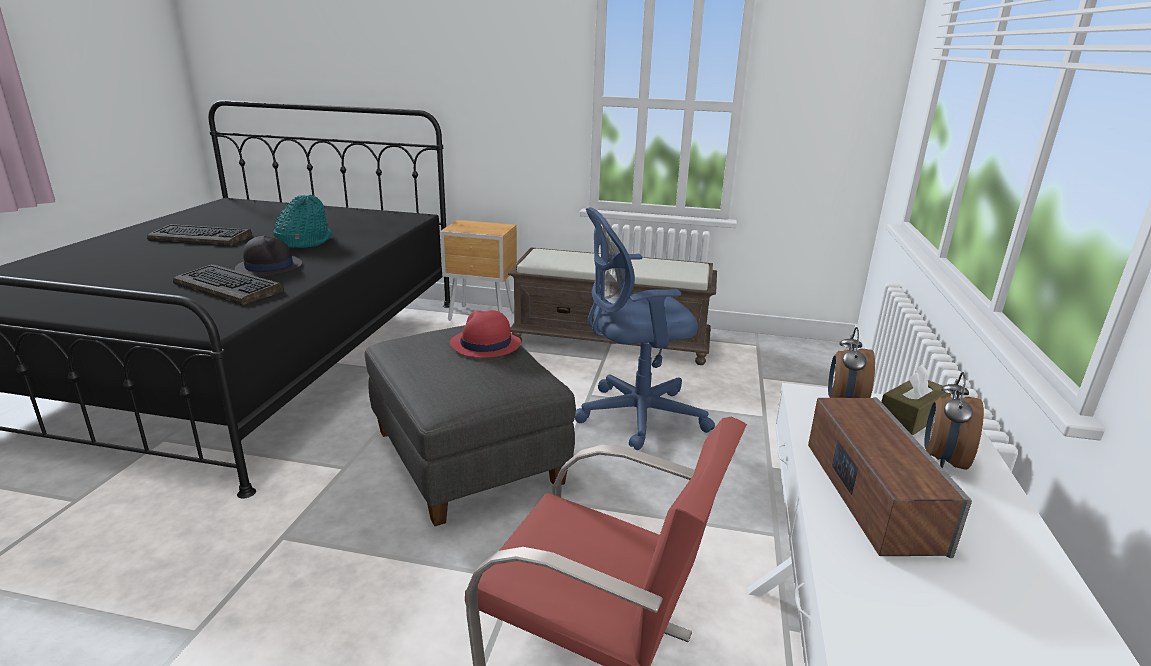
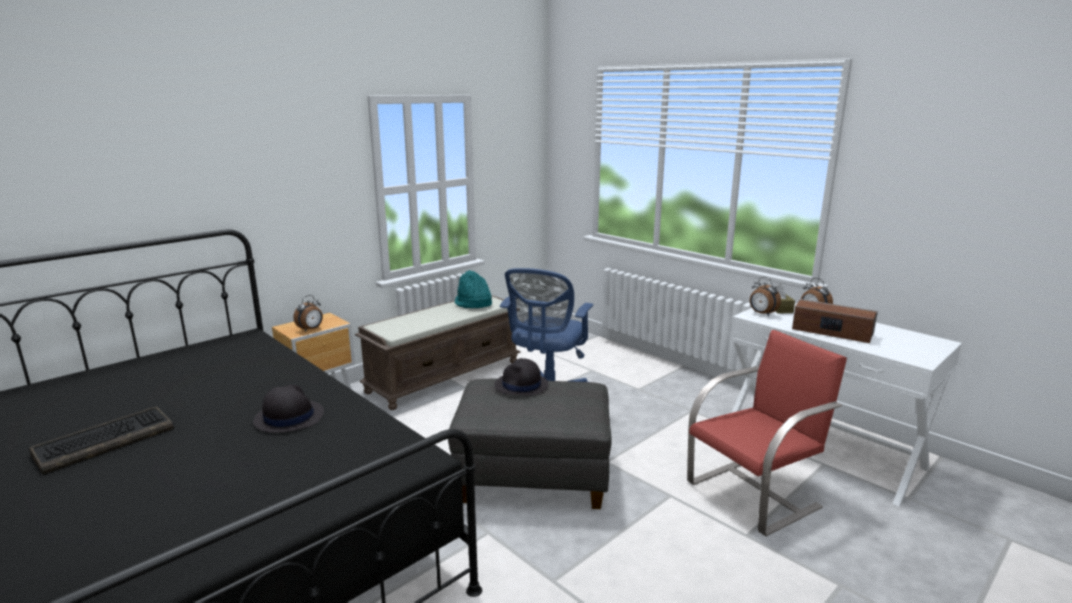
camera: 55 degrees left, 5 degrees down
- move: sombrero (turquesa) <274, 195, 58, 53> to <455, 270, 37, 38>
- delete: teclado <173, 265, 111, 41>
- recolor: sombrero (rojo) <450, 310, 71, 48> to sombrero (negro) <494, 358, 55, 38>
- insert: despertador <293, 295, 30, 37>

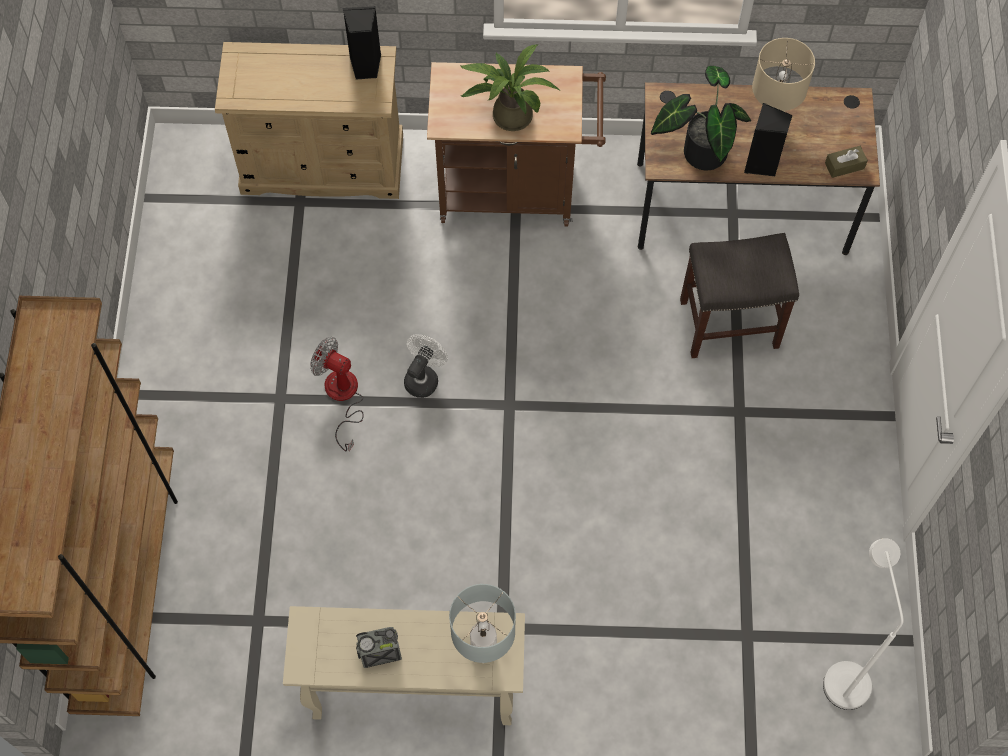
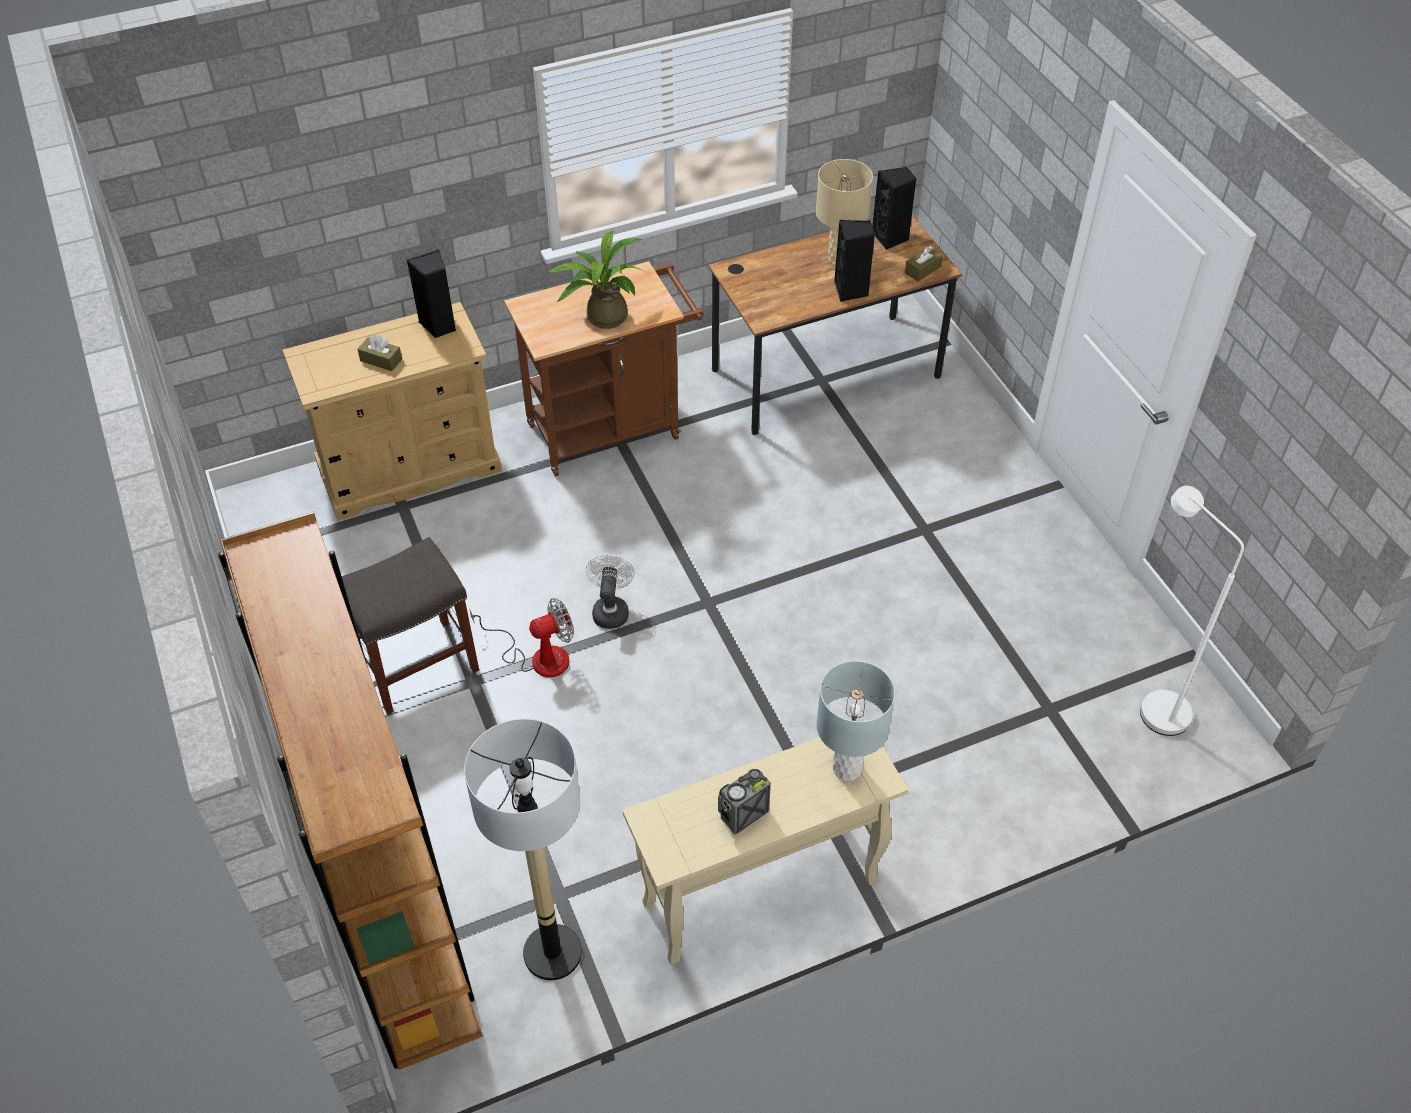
camera: 25 degrees left, 15 degrees down
- delete: planta en maceta <651, 66, 100, 104>
- move: taburete (gris) <680, 233, 119, 125> to <342, 537, 137, 177>
- rotate: ventilador <310, 337, 54, 115> = <469, 598, 105, 79> 150 degrees clockwise
- insert: altavoz (negro) <872, 167, 45, 83>
- insert: caja de pañuelos (marrón) <357, 335, 45, 36>
- insert: lámpara de pie <464, 719, 118, 261>

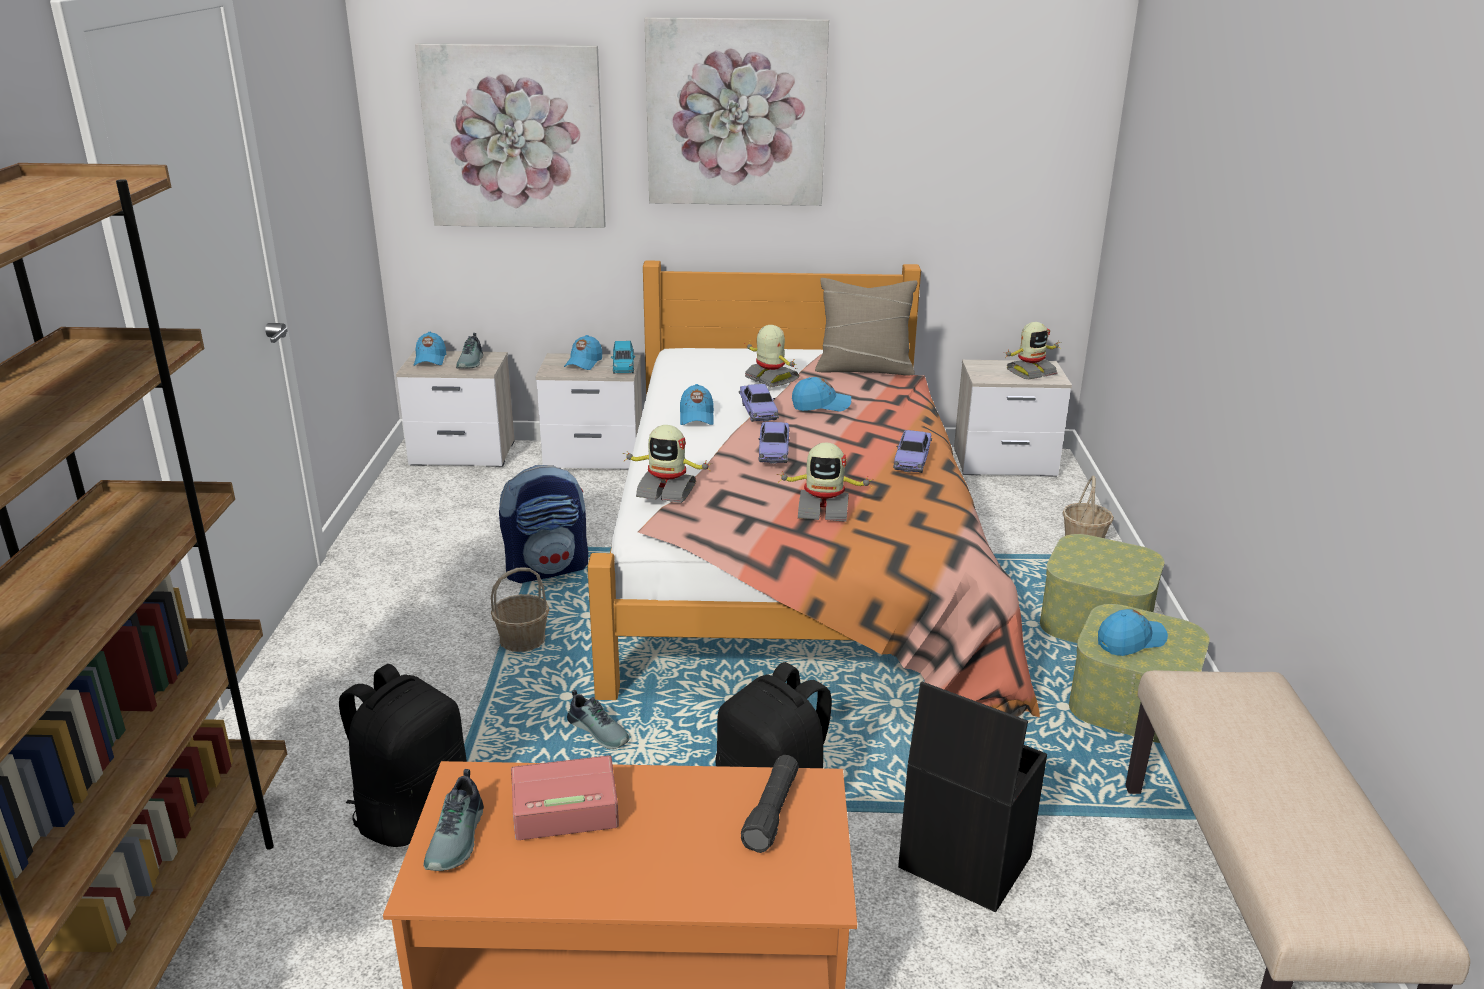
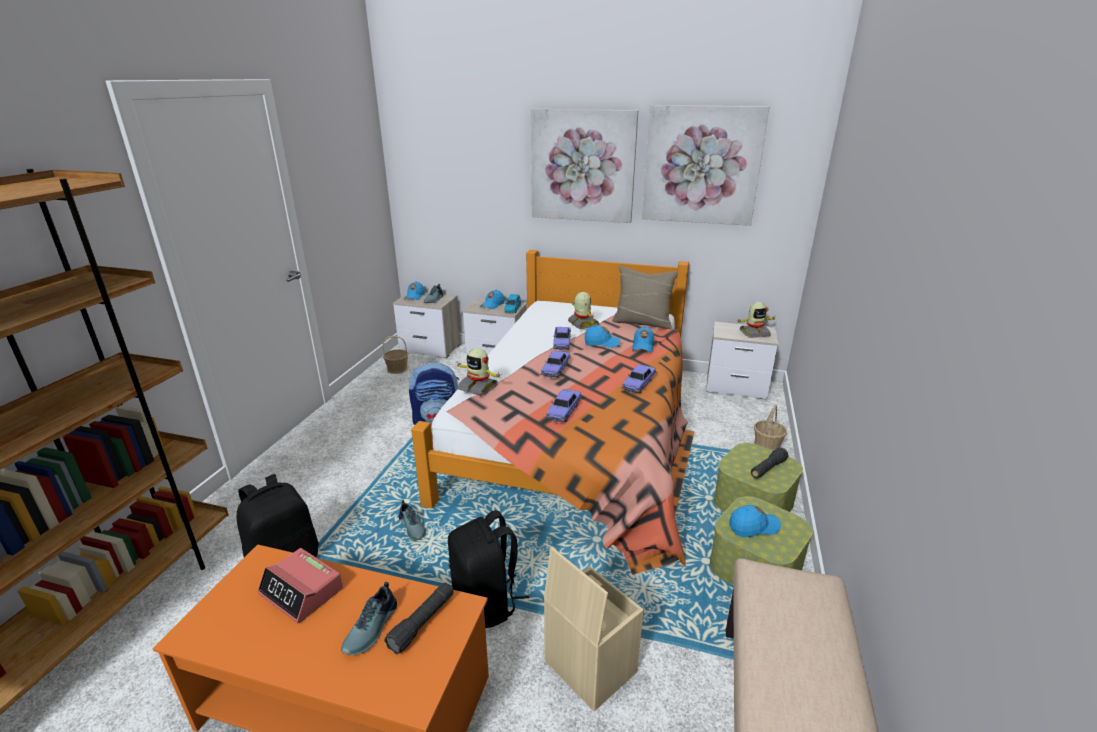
camera: 15 degrees right, 0 degrees up
- move: cuadro <415, 43, 191, 185> to <642, 105, 127, 121>
- move: gorra (azul) <680, 384, 34, 41> to <632, 326, 22, 26>
- replace: robot de juguete <777, 443, 97, 79> to coche de juguete <546, 389, 36, 33>
- move: cesta <491, 567, 59, 85> to <383, 336, 26, 38>
- recolor: caja de almacenaje (negro) <898, 681, 149, 231> to caja de almacenaje (beis) <544, 547, 100, 164>
- rotate: despertador <511, 755, 108, 85> = <258, 548, 85, 75> 150 degrees counterclockwise
- move: zapato <423, 769, 61, 102> to <341, 582, 56, 73>
- insert: linterna (negro) <751, 448, 37, 31>

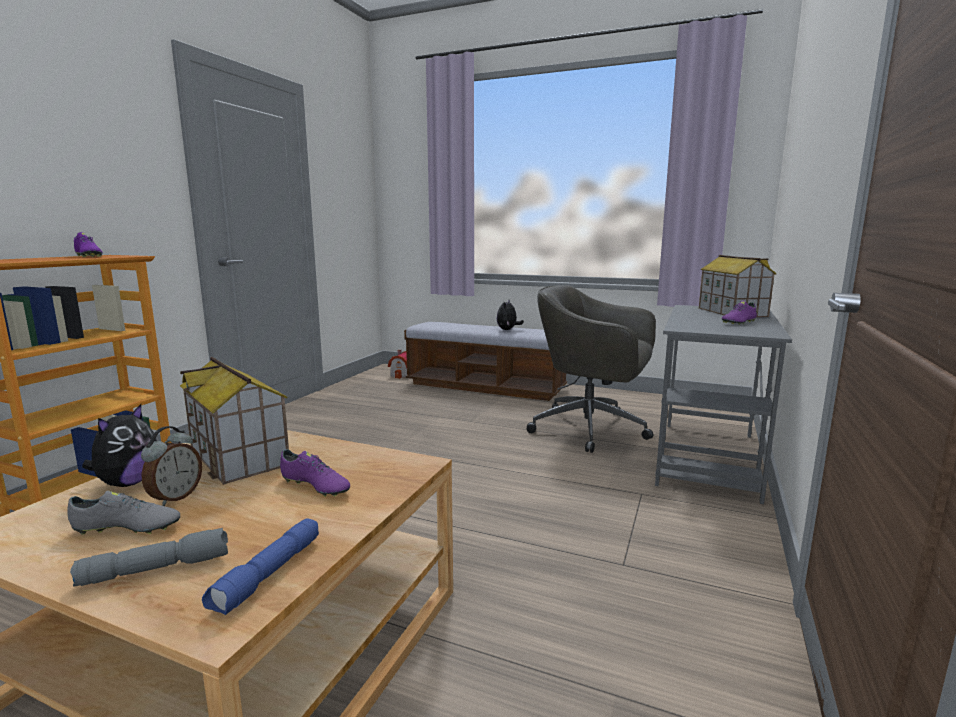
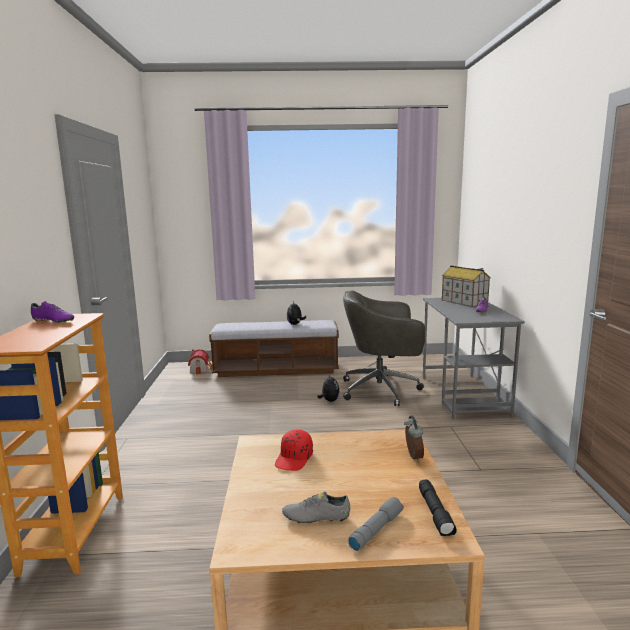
camera: 25 degrees left, 0 degrees up
- replace: casita <180, 357, 109, 128> to gorra (rojo) <275, 429, 38, 42>
- move: peluche <82, 404, 75, 83> to <317, 374, 22, 28>
- move: despertador <141, 426, 61, 80> to <404, 415, 20, 47>
- delete: zapato (morado) <280, 449, 70, 48>
- rotate: zapato (gris) <67, 491, 113, 44> = <282, 492, 68, 32> 150 degrees counterclockwise
- recolor: linterna (azul) <202, 518, 117, 97> to linterna (negro) <419, 480, 38, 56>

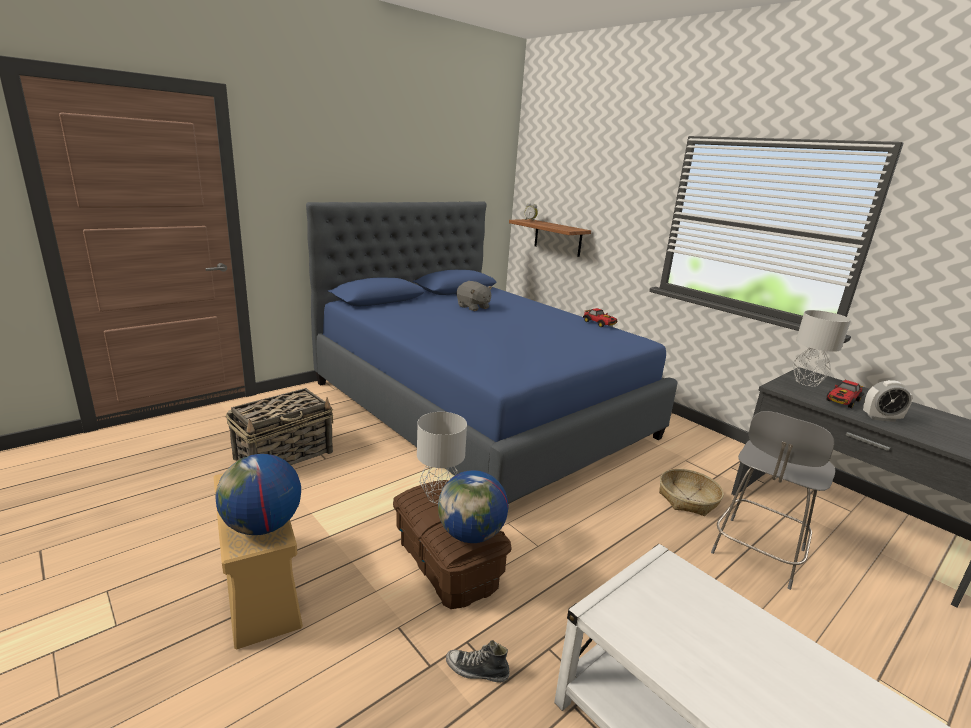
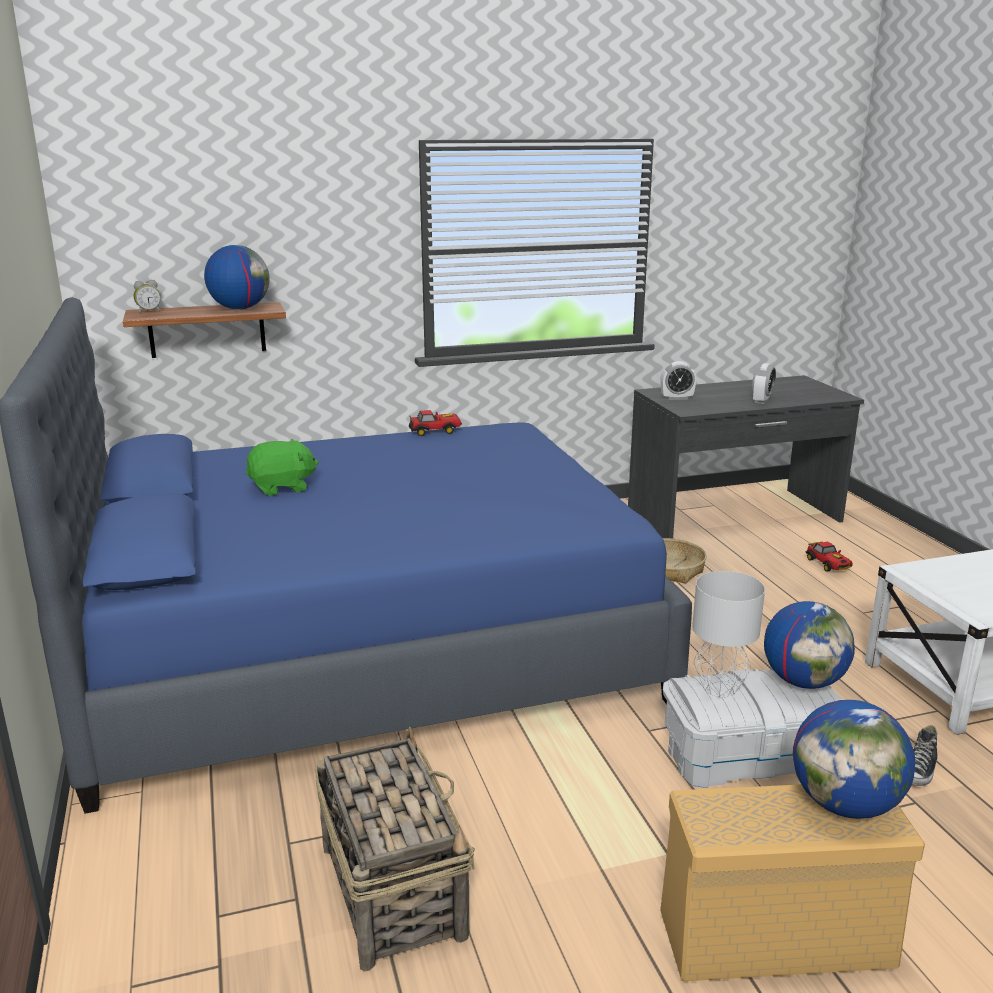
camera: 65 degrees left, 0 degrees up
- recolor: peluche (gris) <457, 281, 35, 30> to peluche (verde) <246, 439, 73, 57>
- replace: lámpara de mesa (gris) <793, 310, 58, 77> to despertador <661, 361, 35, 39>
- move: coche de juguete <826, 380, 39, 28> to <806, 541, 47, 31>
- delete: silla (gris) <711, 411, 124, 179>
- recolor: caja de almacenaje (marrón) <393, 480, 119, 129> to caja de almacenaje (blanco) <663, 669, 179, 119>
- insert: globo terráqueo <204, 245, 66, 65>

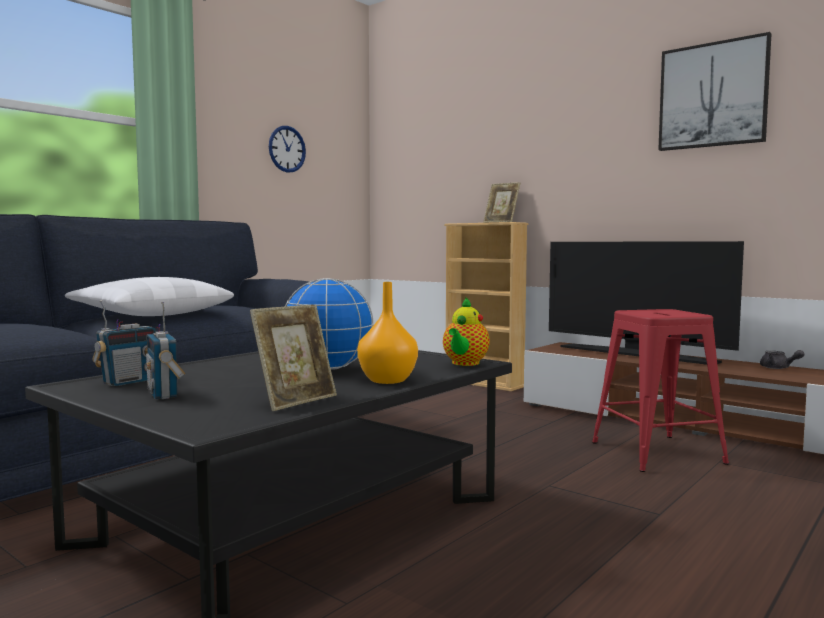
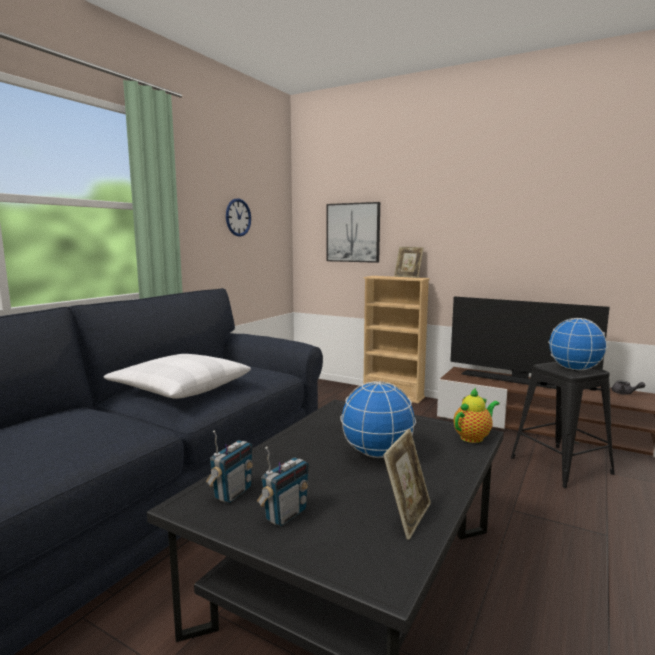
camera: 10 degrees left, 5 degrees up
- move: cuadro <658, 32, 113, 119> to <326, 202, 54, 61>
- delete: florero (naranja) <357, 282, 61, 102>
- rotate: tetera <443, 297, 47, 69> = <454, 388, 46, 55> 135 degrees counterclockwise
- rotate: radio <146, 302, 40, 97> = <257, 447, 52, 80> 105 degrees counterclockwise
- recolor: taburete (rojo) <592, 309, 137, 163> to taburete (negro) <511, 362, 104, 126>
- insert: globo terráqueo <548, 318, 60, 53>

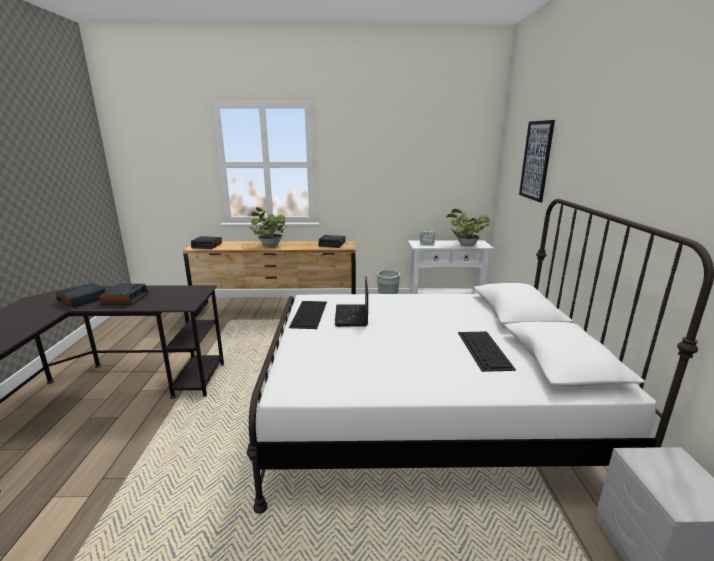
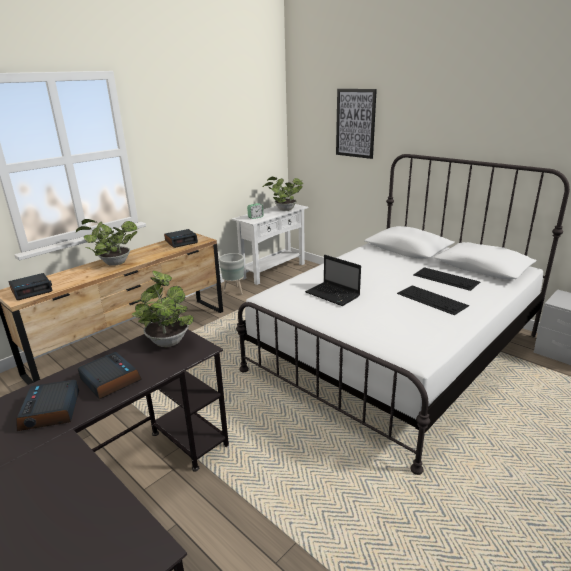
camera: 45 degrees left, 5 degrees up
- move: teclado <289, 301, 38, 28> to <397, 285, 72, 30>
- insert: planta en maceta <132, 271, 62, 76>

